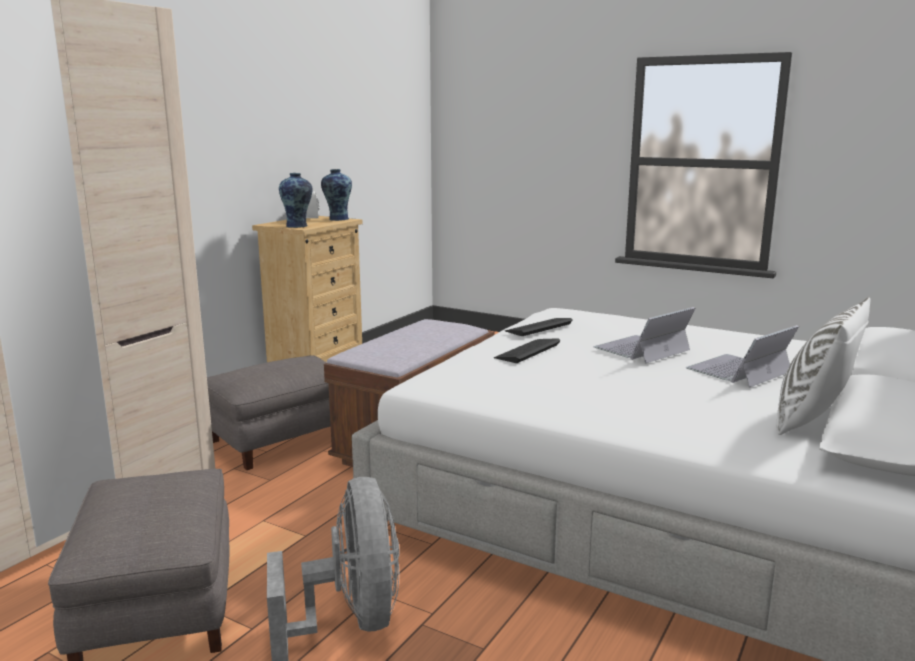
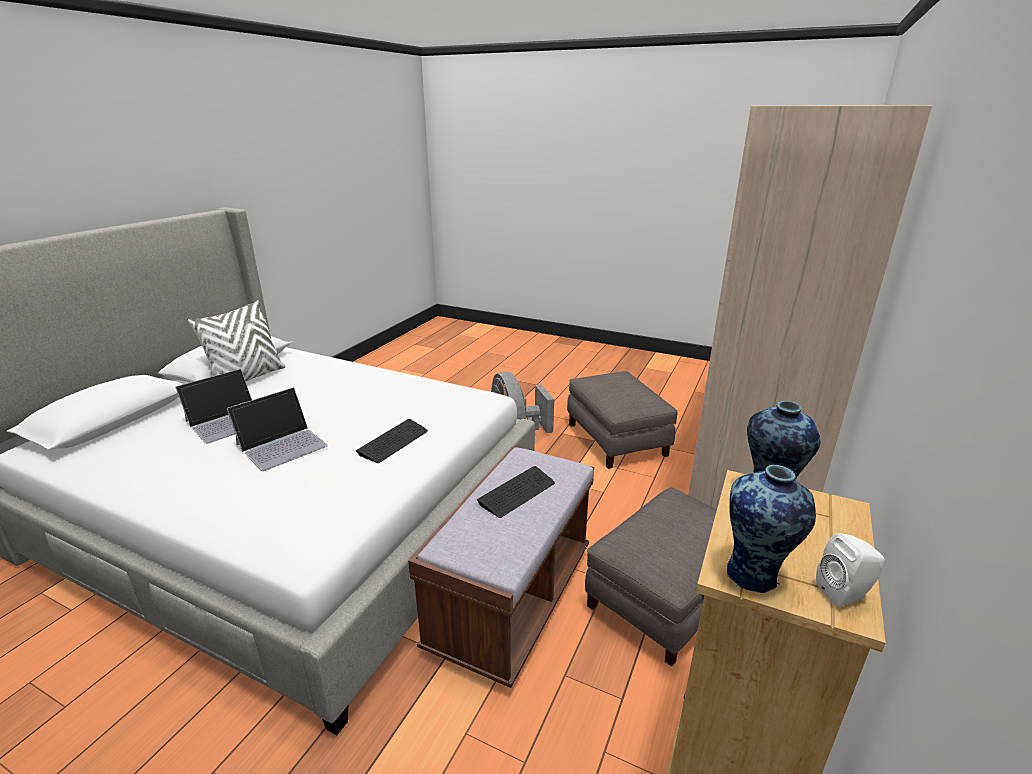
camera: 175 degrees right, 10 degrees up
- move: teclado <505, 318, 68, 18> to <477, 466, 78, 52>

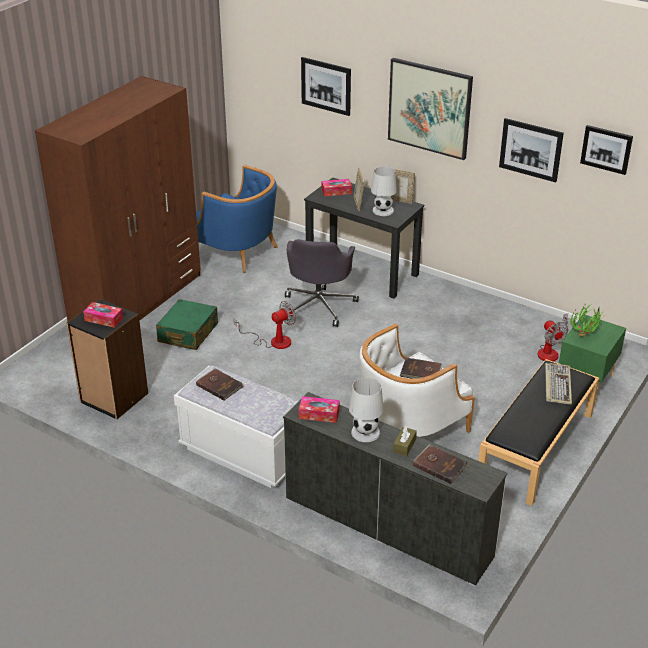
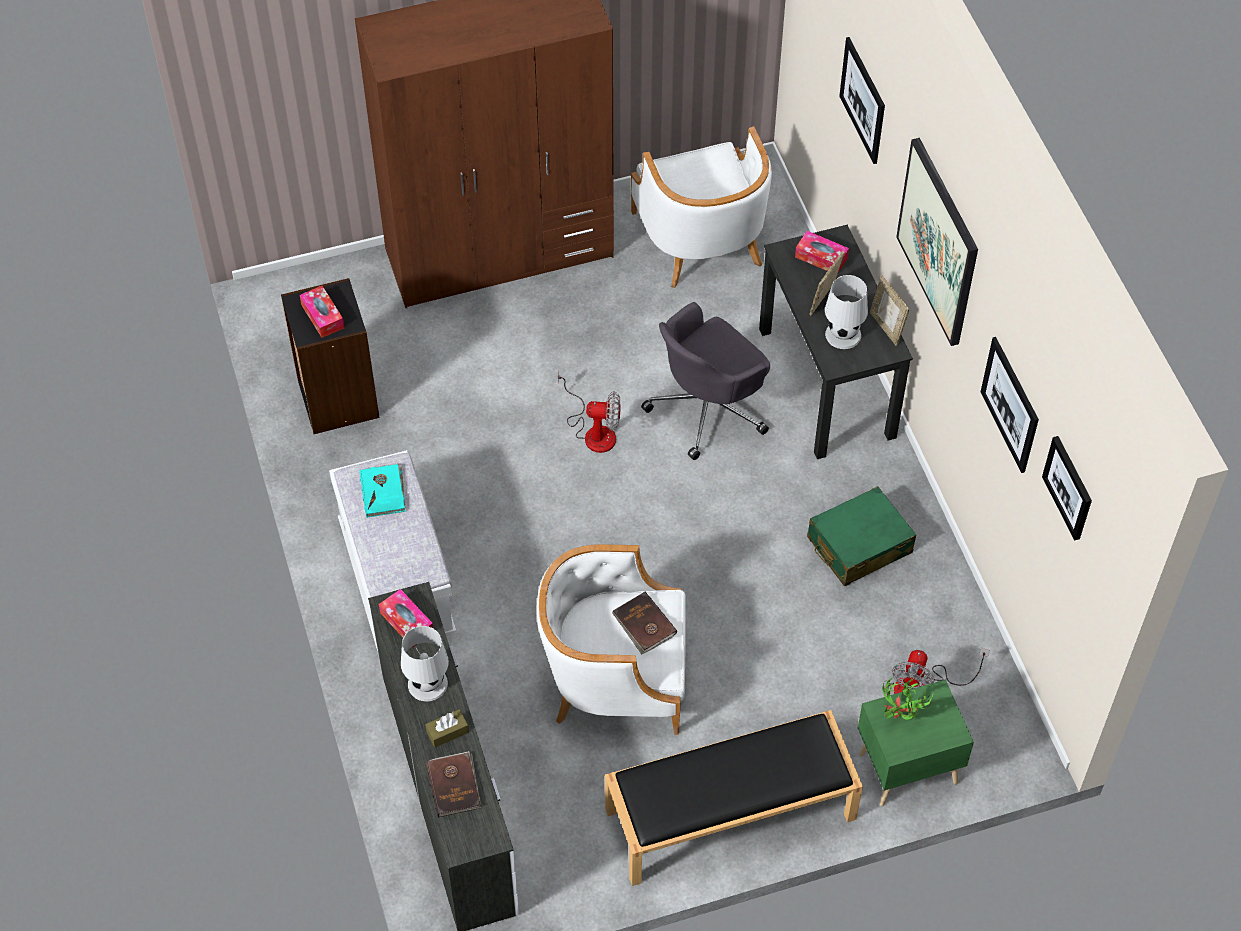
camera: 40 degrees right, 20 degrees up
- recolor: sillón (azul) <196, 164, 82, 109> to sillón (blanco) <631, 126, 141, 162>
- move: maleta (verde) <156, 299, 62, 51> to <807, 486, 109, 100>
- delete: teclado <545, 363, 27, 42>
- recolor: libro (marrón) <196, 368, 47, 32> to libro (turquesa) <359, 463, 47, 55>

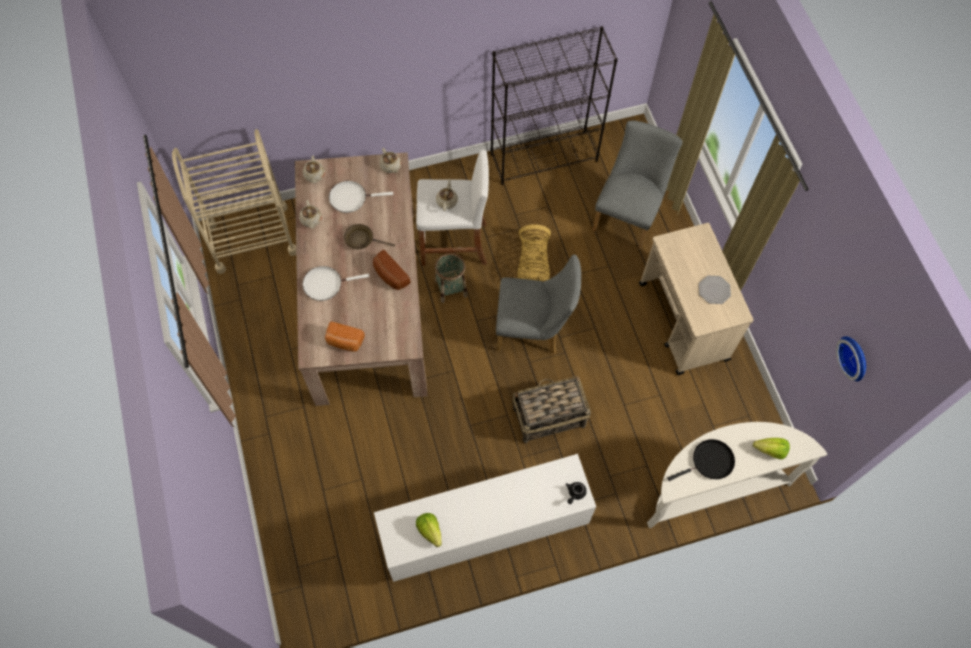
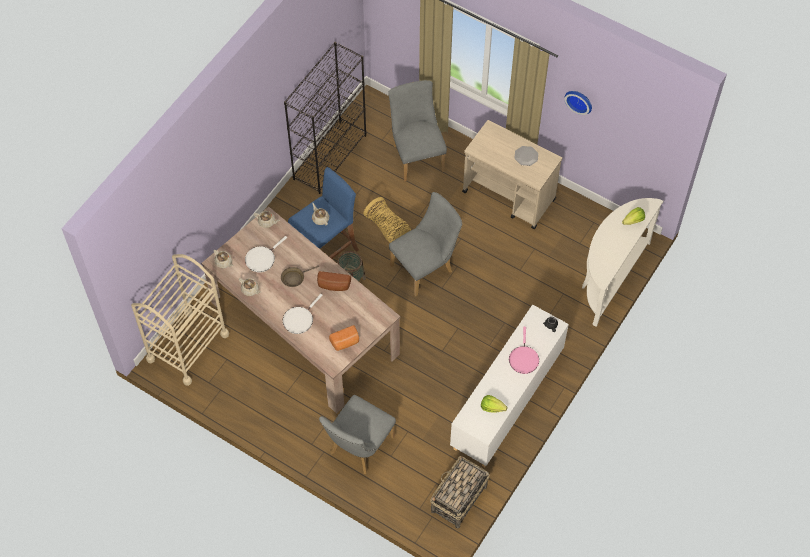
camera: 40 degrees left, 5 degrees down
- recolor: taburete (blanco) <416, 150, 73, 116> to taburete (azul) <288, 167, 71, 92>
- move: reloj de pared <836, 336, 30, 45> to <565, 91, 27, 24>
- move: cesta <512, 376, 79, 67> to <430, 456, 59, 73>
- delete: sartén (negro) <667, 439, 68, 42>
- insert: sartén (rosa) <509, 327, 30, 47>
- insert: silla (gris) <319, 395, 77, 79>

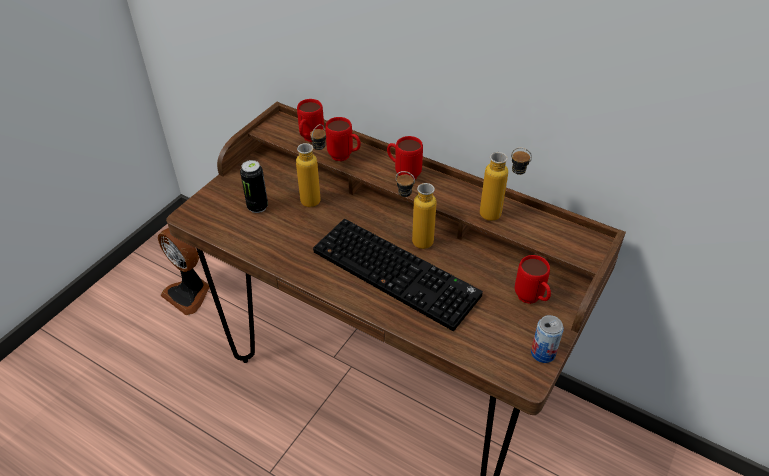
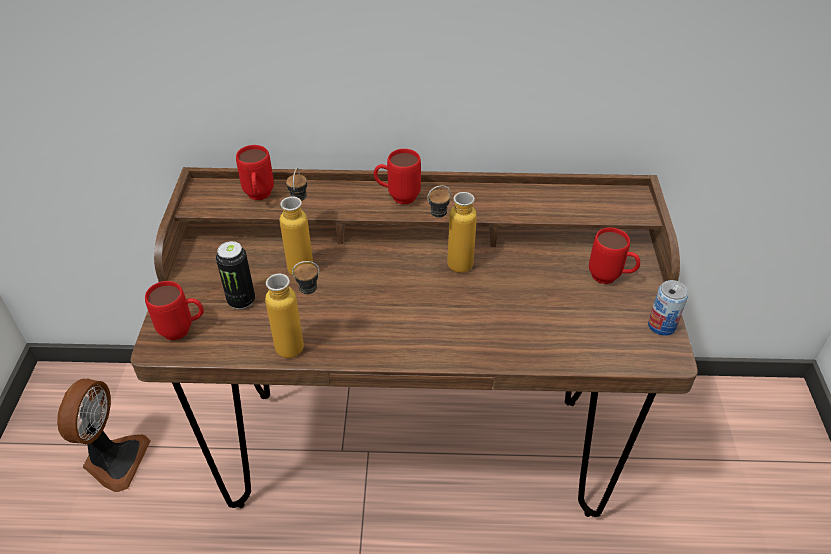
camera: 30 degrees left, 0 degrees up
- move: taza grande (rojo) <325, 117, 36, 44> to <145, 281, 59, 59>
- move: botella <480, 147, 52, 74> to <265, 261, 55, 97>
- delete: teclado <313, 219, 170, 112>
- rotate: ventilador <158, 228, 52, 87> = <57, 379, 94, 113> 90 degrees counterclockwise

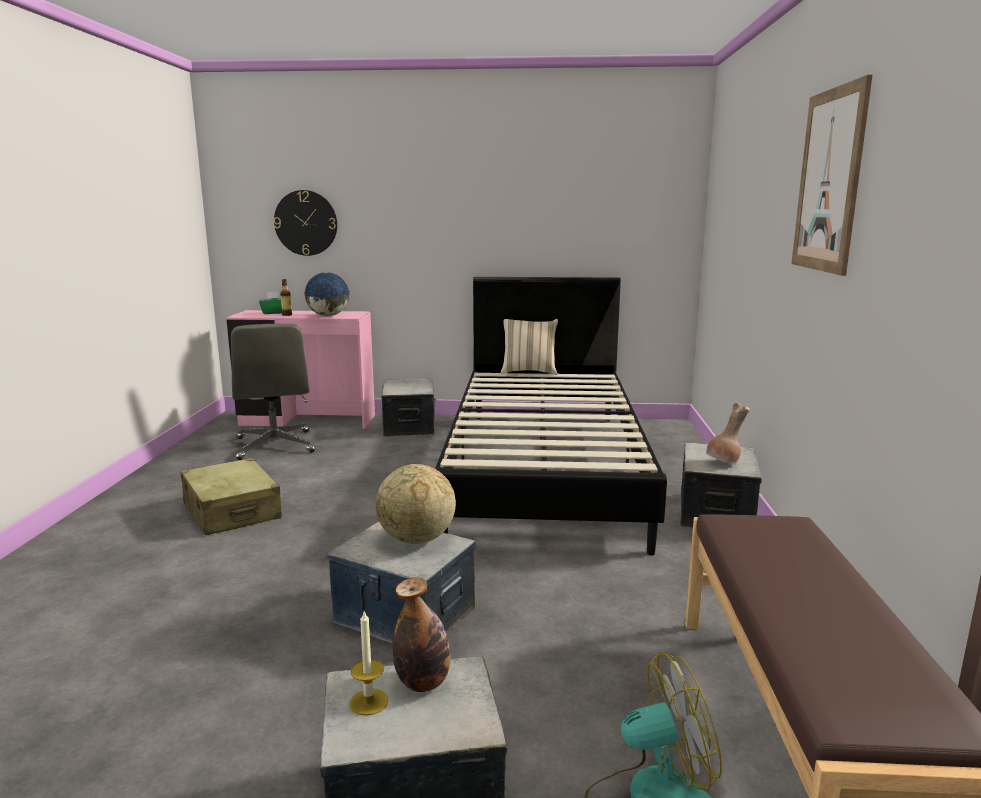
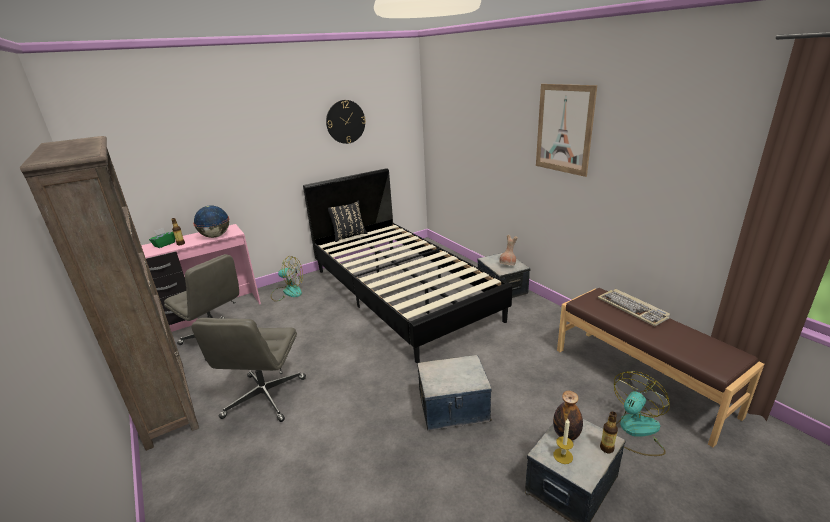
camera: 35 degrees left, 10 degrees up
- move: reloj de pared <274, 190, 63, 66> to <326, 100, 40, 44>
- recolor: cojín (beis) <501, 319, 57, 56> to cojín (negro) <328, 200, 40, 42>
- replace: caja de almacenaje <381, 379, 55, 57> to ventilador <271, 256, 32, 45>
- replace: maleta (beis) <180, 458, 102, 77> to silla de oficina (gris) <191, 318, 115, 104>
- delete: globo terráqueo <376, 464, 80, 80>
- insert: estantería (marrón) <20, 136, 179, 315>
- insert: teclado <598, 289, 72, 37>
- insert: botella <600, 412, 18, 41>

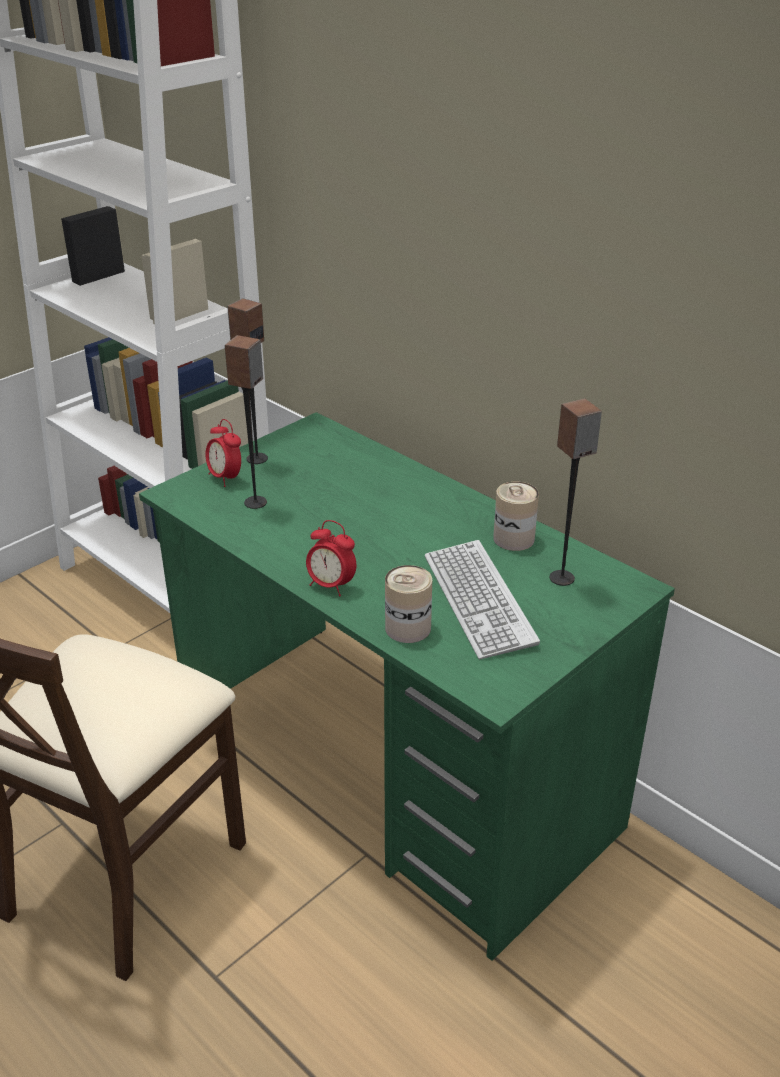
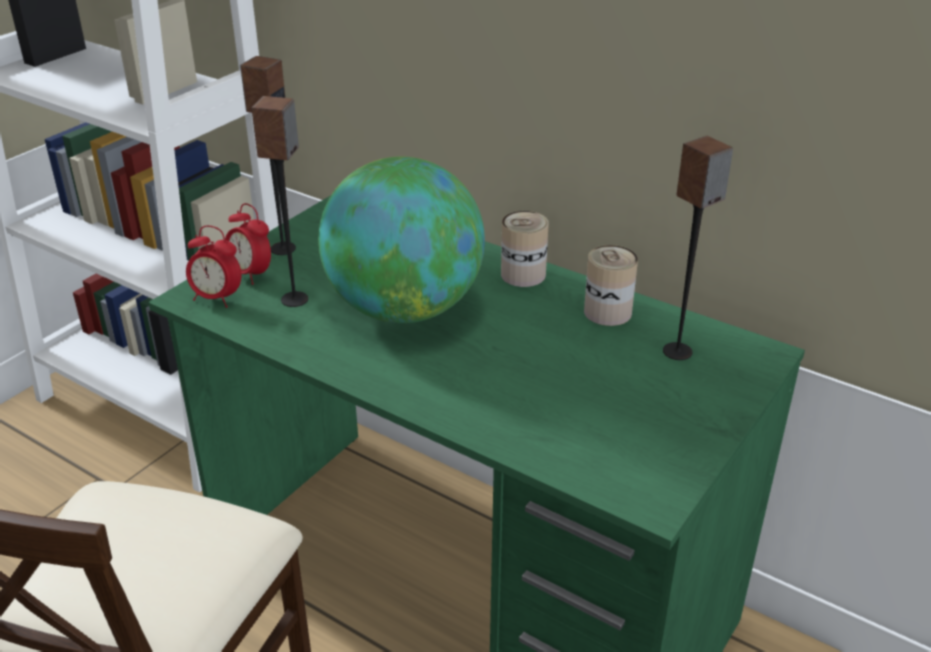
camera: 10 degrees left, 0 degrees up
- move: despertador <306, 520, 50, 76> to <186, 225, 55, 83>
- delete: teclado <425, 540, 115, 119>
- move: lata <385, 565, 47, 78> to <501, 211, 48, 76>
- insert: globo terráqueo <318, 156, 167, 167>

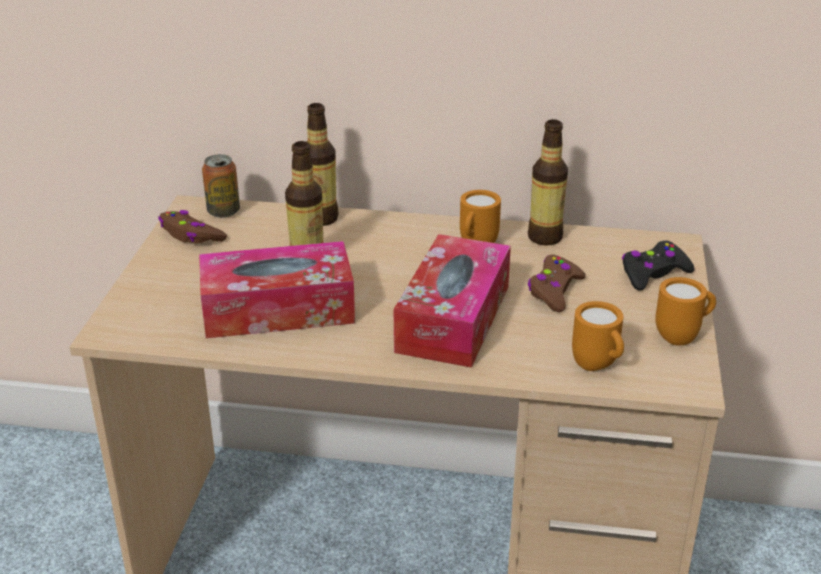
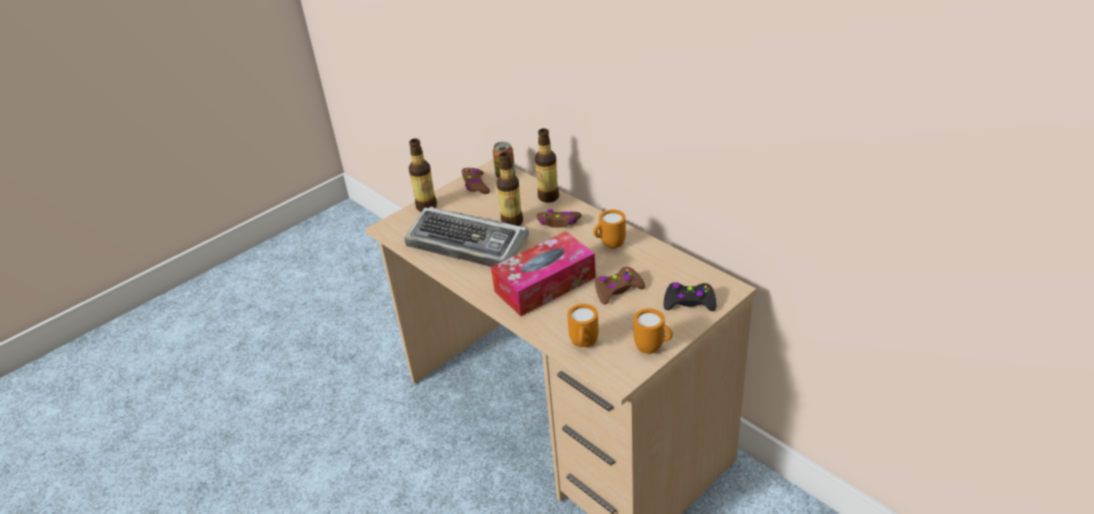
camera: 40 degrees right, 5 degrees up
- move: botella <528, 119, 40, 127> to <409, 138, 28, 74>
- replace: caja de pañuelos <199, 241, 156, 98> to teclado <405, 206, 124, 61>
- insert: mando de consola (marrón) <537, 209, 44, 19>

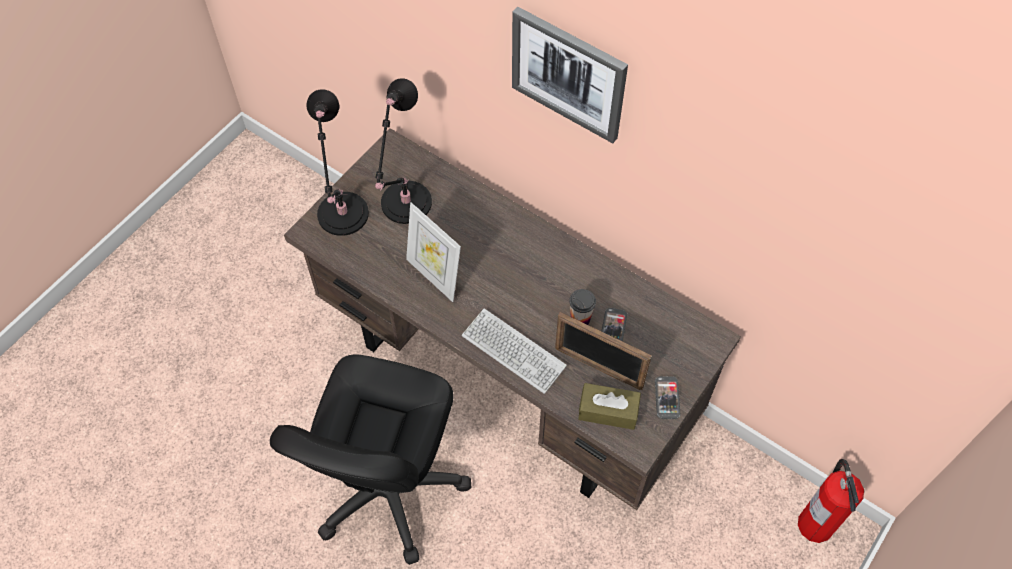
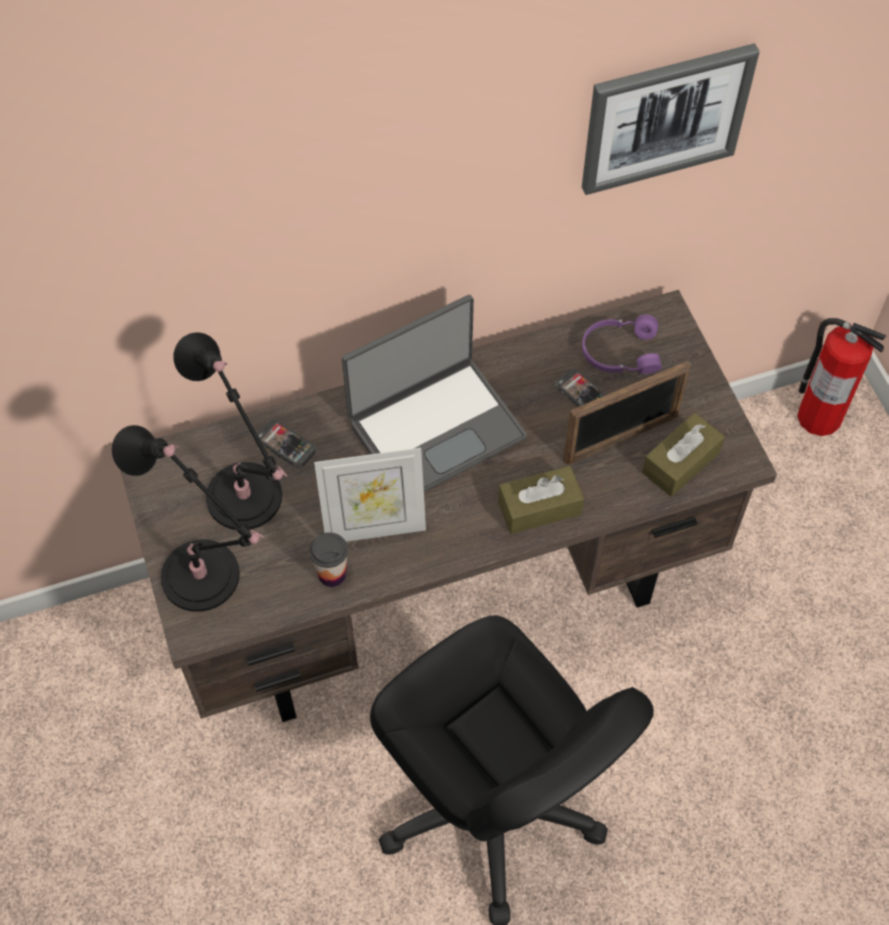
camera: 55 degrees left, 0 degrees up
- move: cuadro <512, 6, 116, 137> to <582, 43, 178, 152>
- move: taza <569, 289, 27, 36> to <309, 532, 39, 55>
- replace: teclado <462, 309, 105, 85> to caja de pañuelos (marrón) <498, 466, 86, 68>
- move: móvil <655, 376, 25, 43> to <257, 420, 59, 48>
- insert: portátil <342, 295, 185, 197>
- insert: auriculares (morado) <582, 314, 80, 60>

